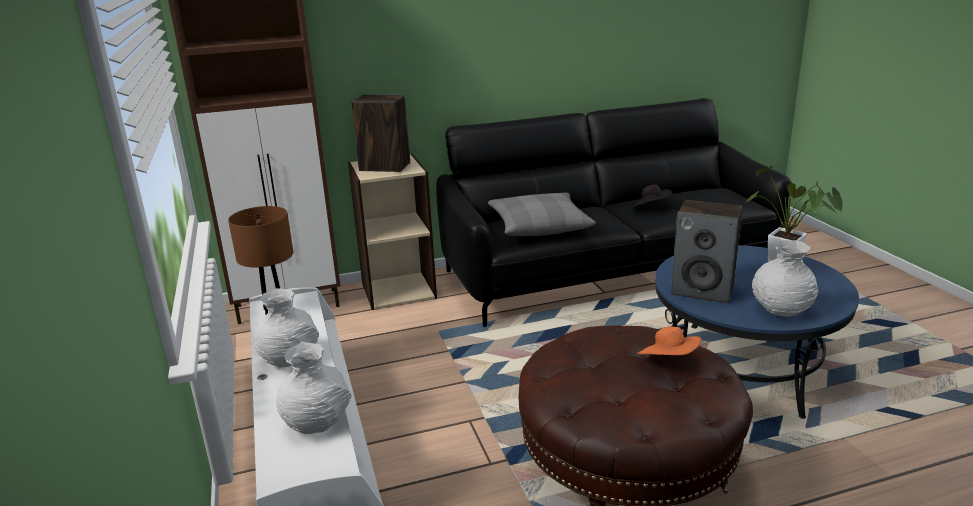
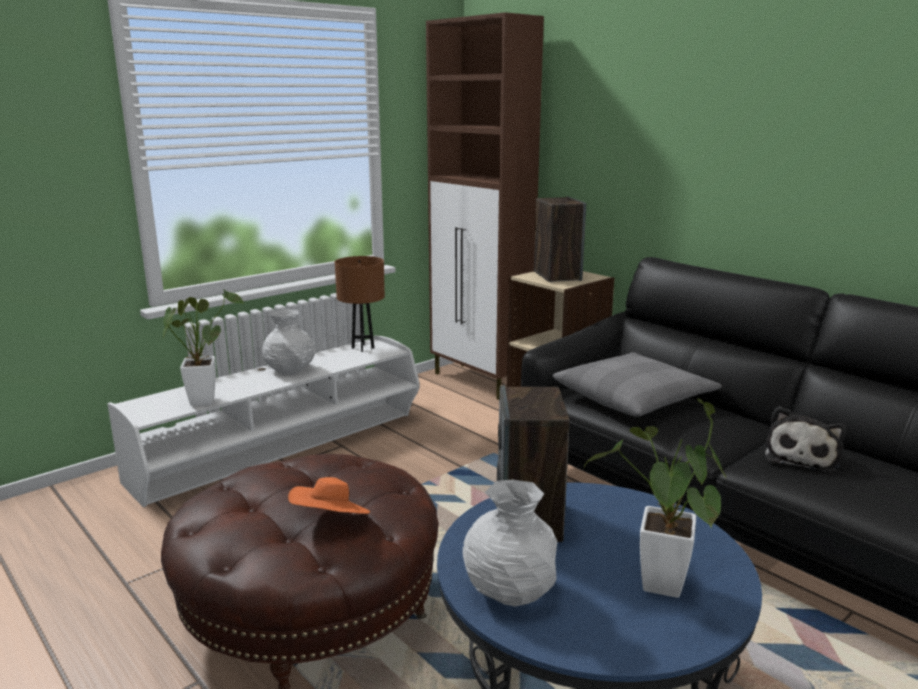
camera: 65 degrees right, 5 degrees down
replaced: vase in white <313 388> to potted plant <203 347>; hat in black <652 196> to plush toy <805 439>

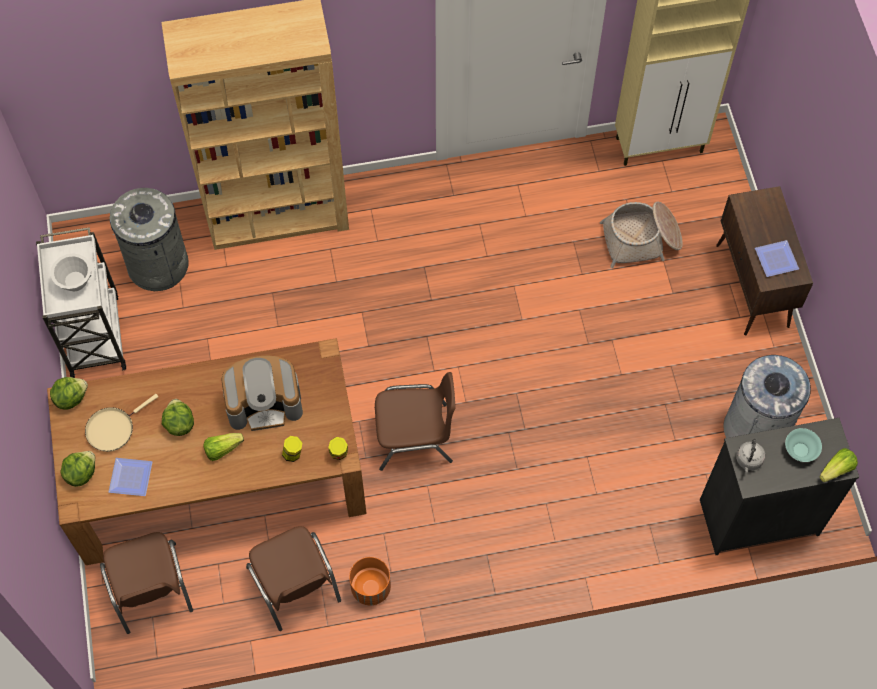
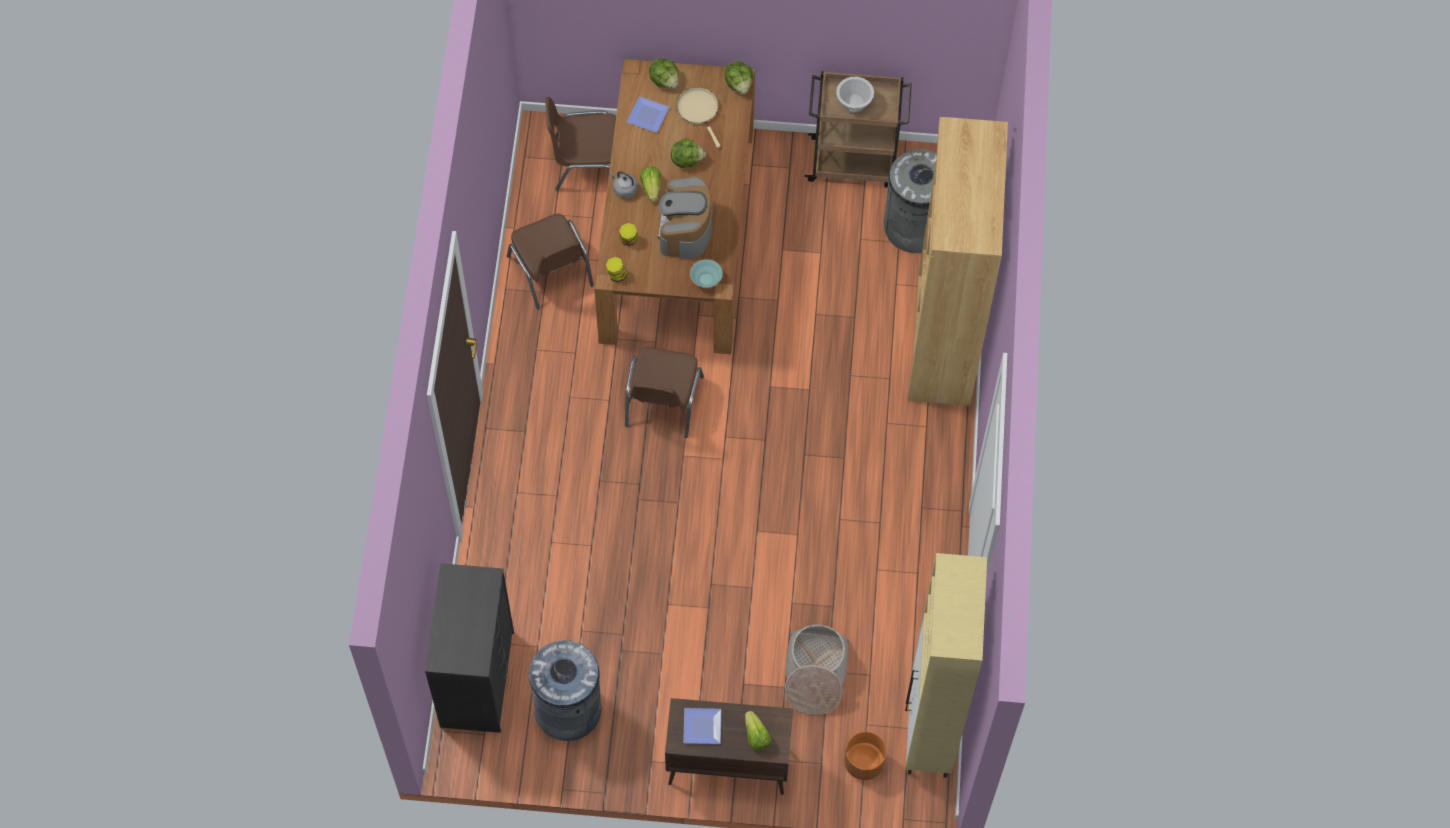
camera: 105 degrees right, 0 degrees up
moved: planter in orange <370 581> to <865 756>; kettle in grey <750 456> to <624 185>; bowl in turquoise <803 445> to <706 273>; lettuce <838 465> to <758 731>
recoloured: cart in white <81 302> to cart in brown <858 129>
turned: chair in brown <293 578> = <550 261> 105 degrees counterclockwise

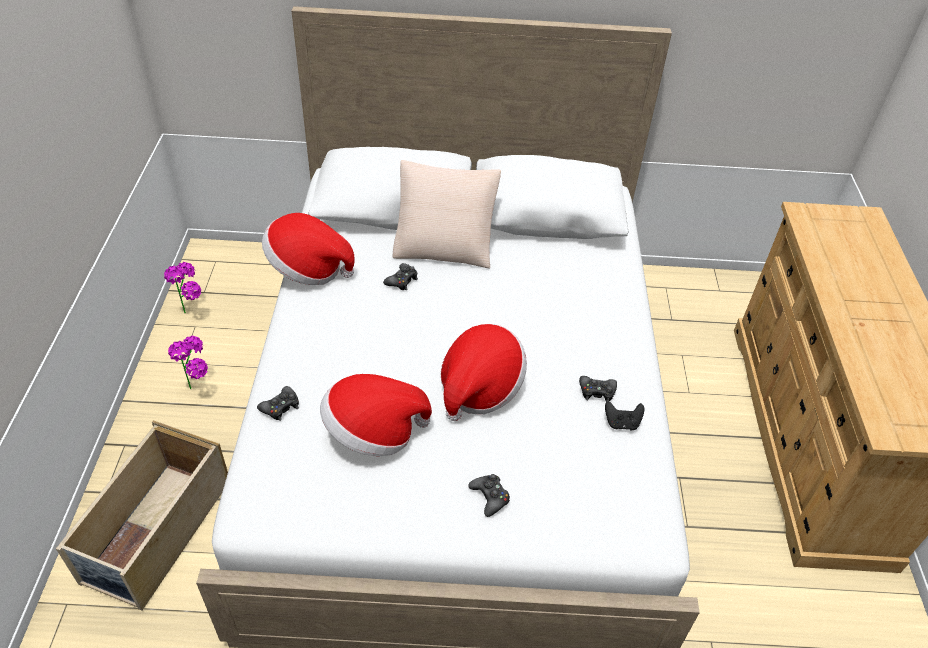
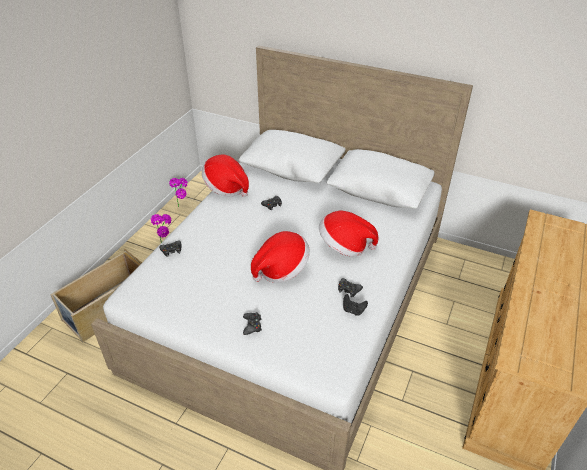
camera: 25 degrees right, 5 degrees down
removed: pillow in beige <447 214>
moved: hat <376 415> to <348 233>

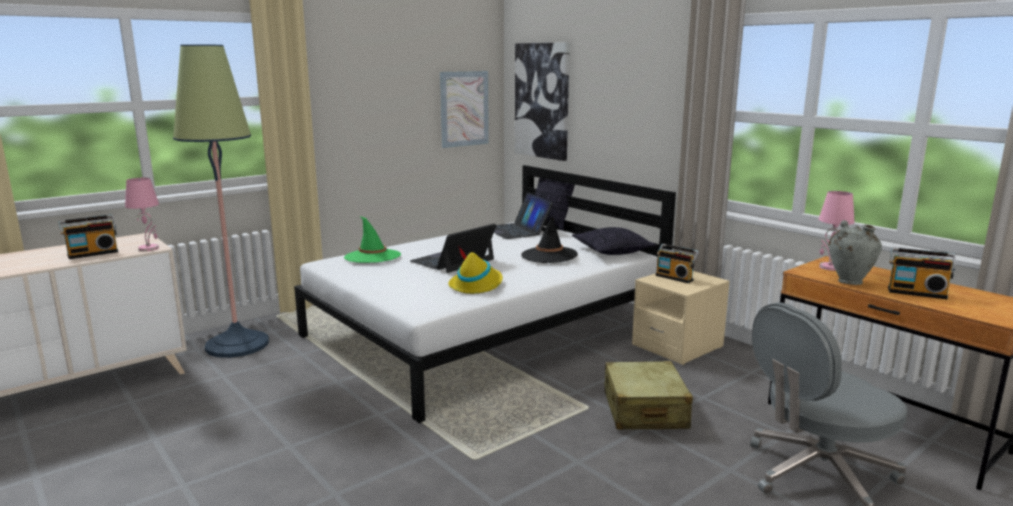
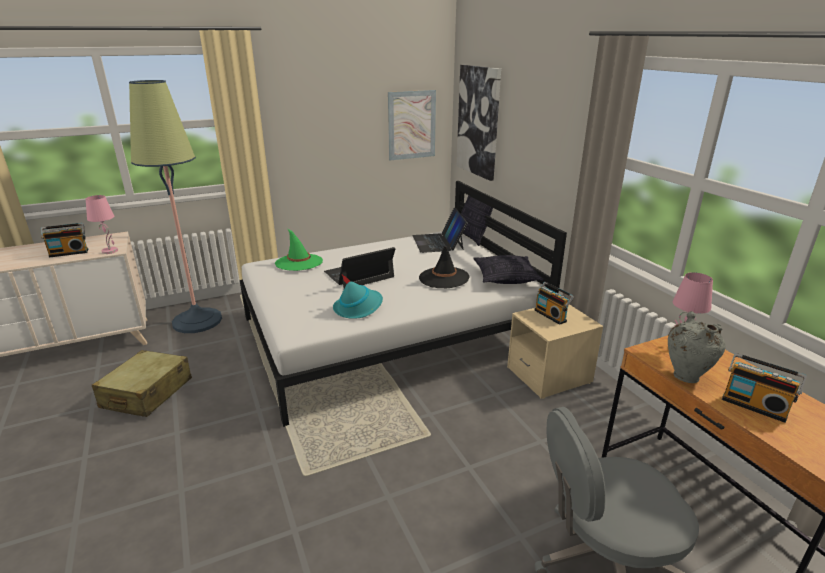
camera: 15 degrees right, 10 degrees up
moved: suitcase in beige <648 395> to <142 383>
recoloured: hat in yellow <475 270> to hat in turquoise <358 296>

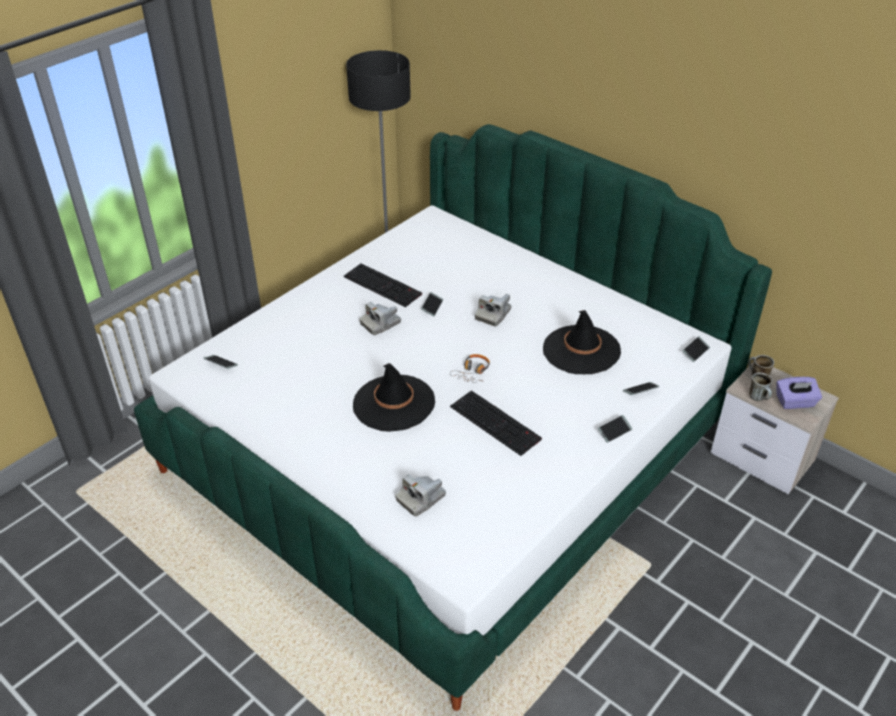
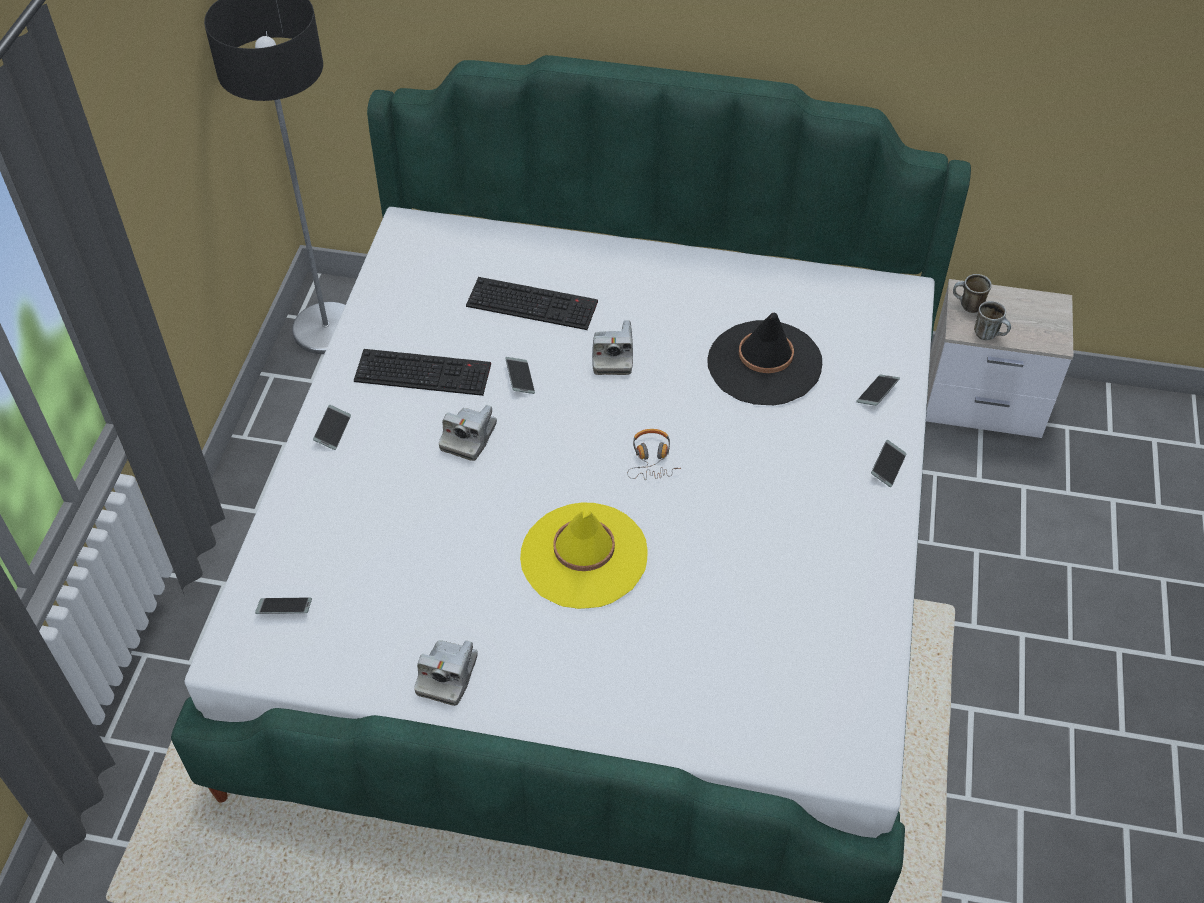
camera: 30 degrees left, 10 degrees up
removed: tissue box in purple <799 393>
moved: photo camera <420 495> to <446 673>; keyboard <496 423> to <532 303>; phone <696 349> to <332 427>
recoloured: hat in black <394 397> to hat in yellow <584 556>

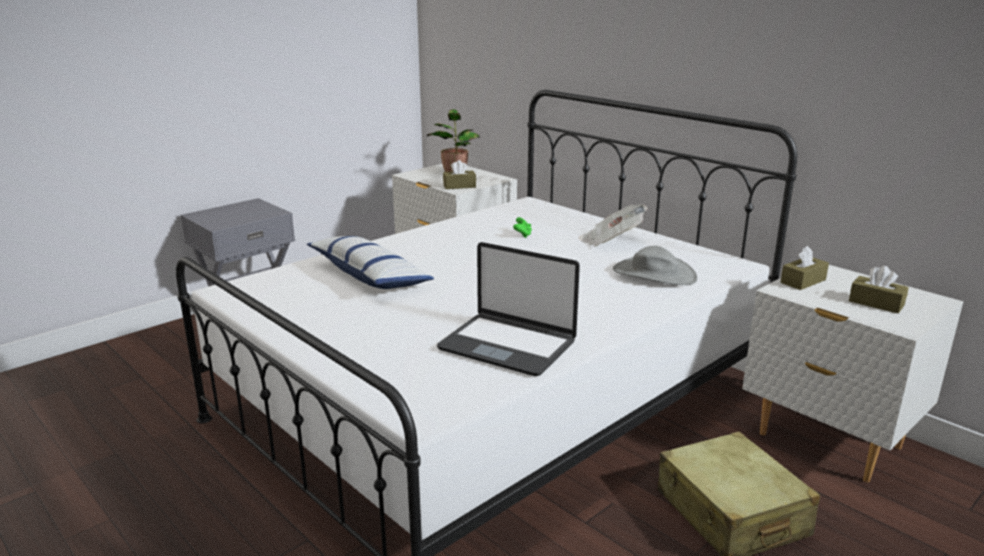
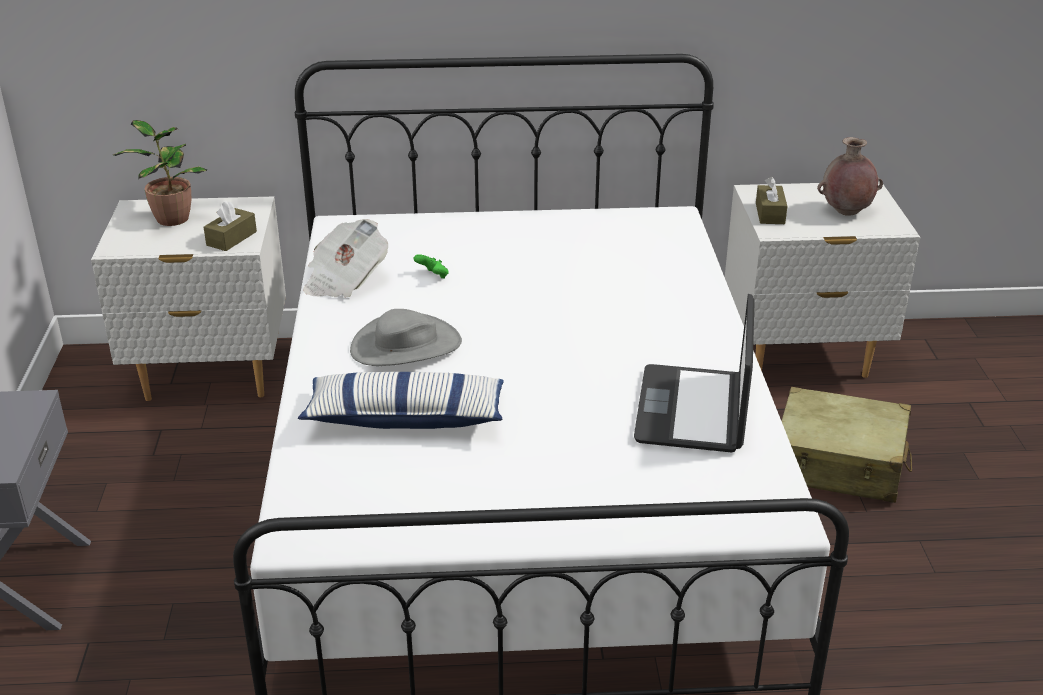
camera: 50 degrees left, 10 degrees up
moved: newspaper <613 226> to <345 258>; hat in grey <655 265> to <406 337>
replaced: tissue box in brown <879 289> to vase in brown <850 176>
turned: laptop <508 309> = <694 373> 120 degrees clockwise

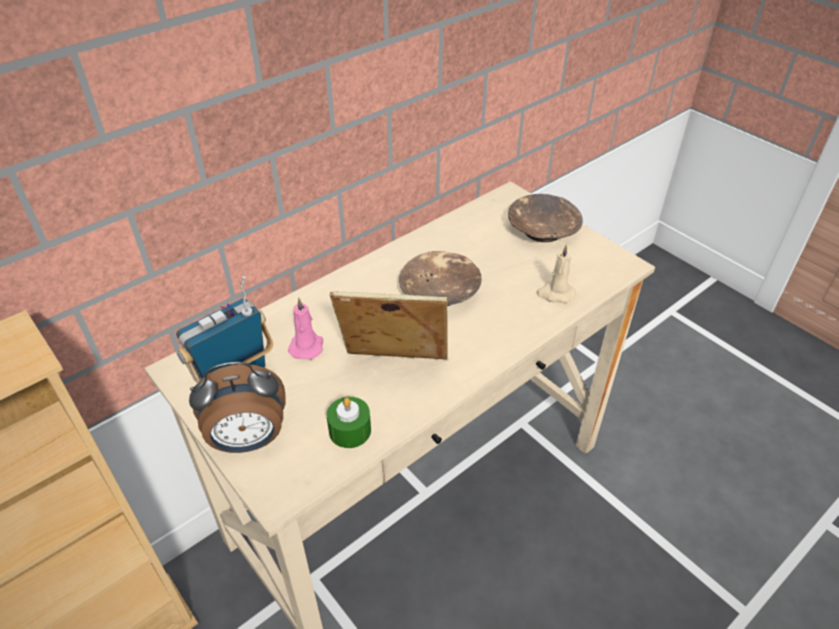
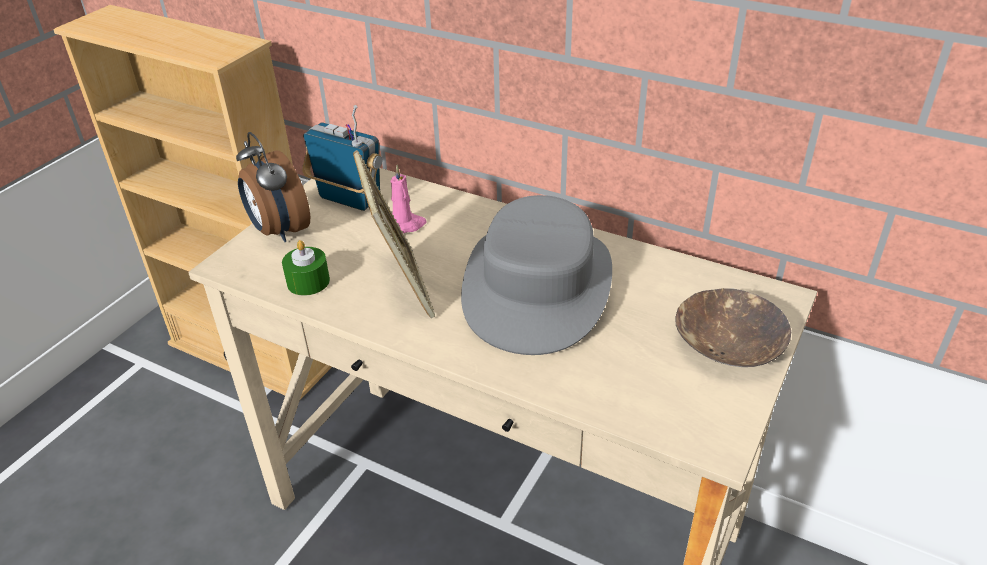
camera: 70 degrees right, 5 degrees down
removed: candle in beige <556 274>
replaced: bowl in brown <440 278> to hat in grey <536 275>

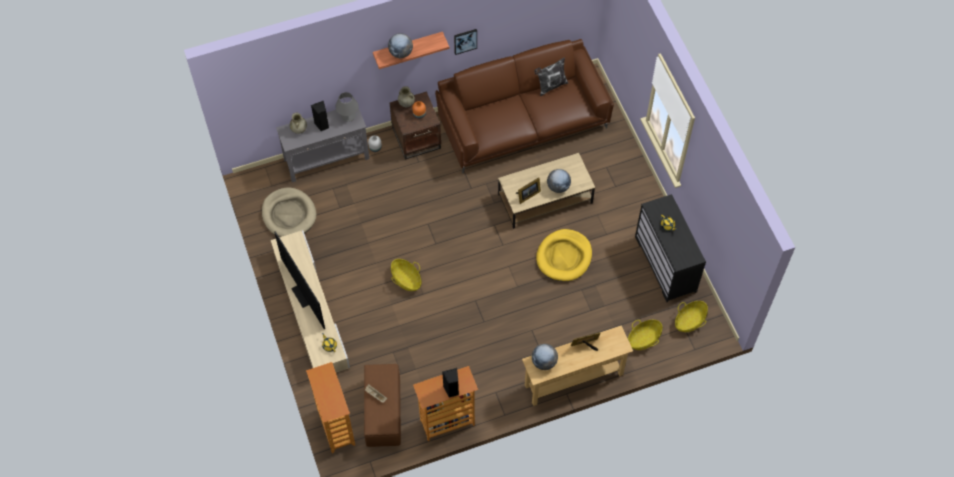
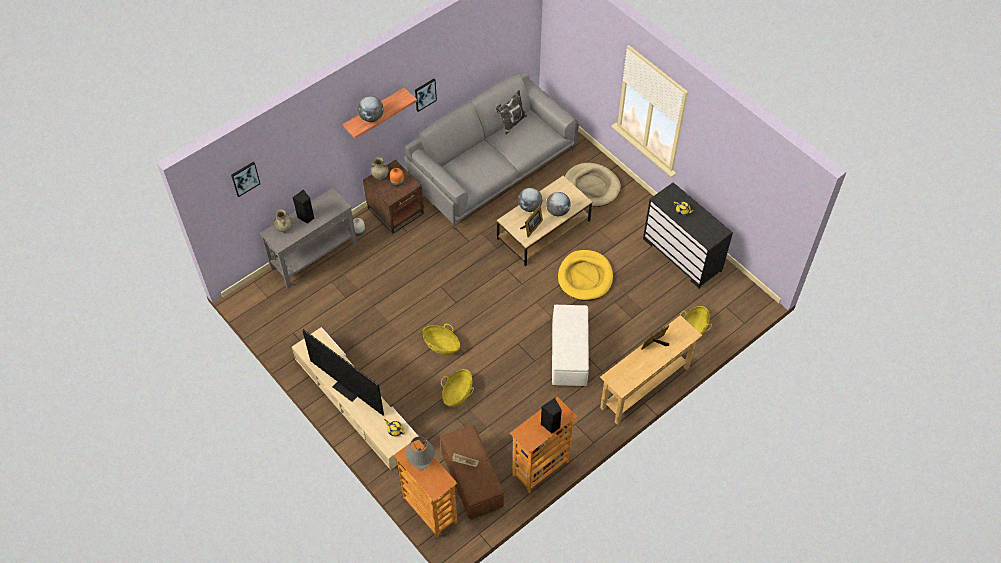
camera: 20 degrees left, 5 degrees down
added: picture <245 179>; ottoman in white <570 346>
moved: dog bed in beige <289 212> to <592 185>; table lamp in grey <346 107> to <420 453>; globe <545 357> to <530 200>; basket <691 316> to <457 388>
recoloured: sofa in brown <524 106> to sofa in grey <491 151>

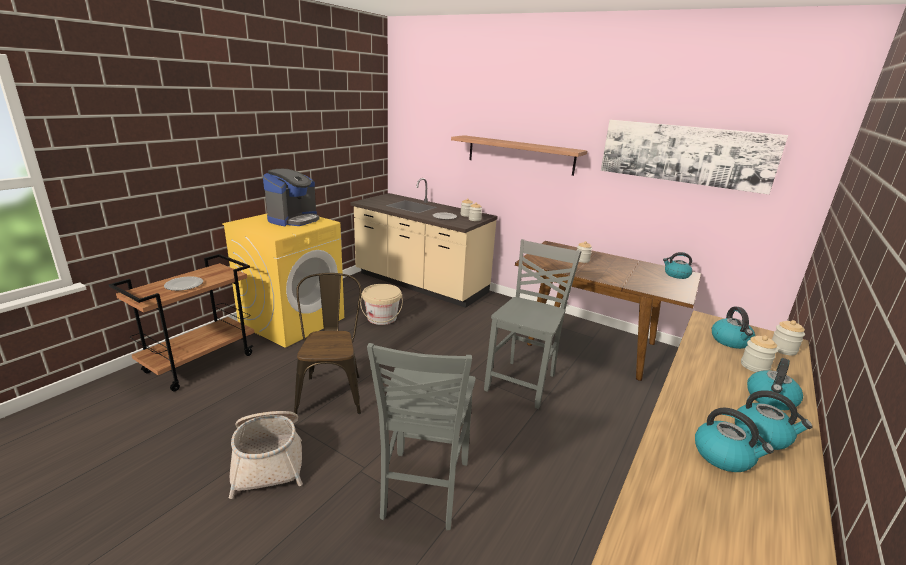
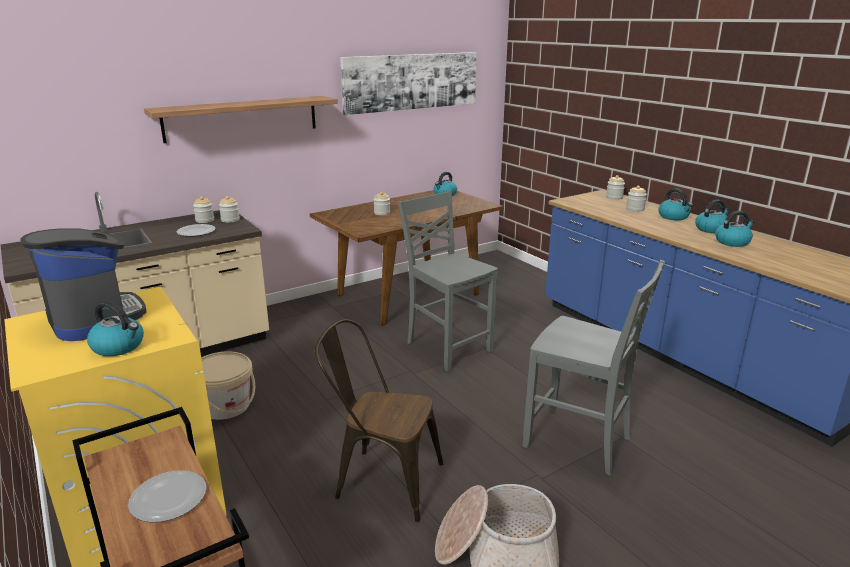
camera: 65 degrees left, 0 degrees up
moved: kettle <733 328> to <115 328>

